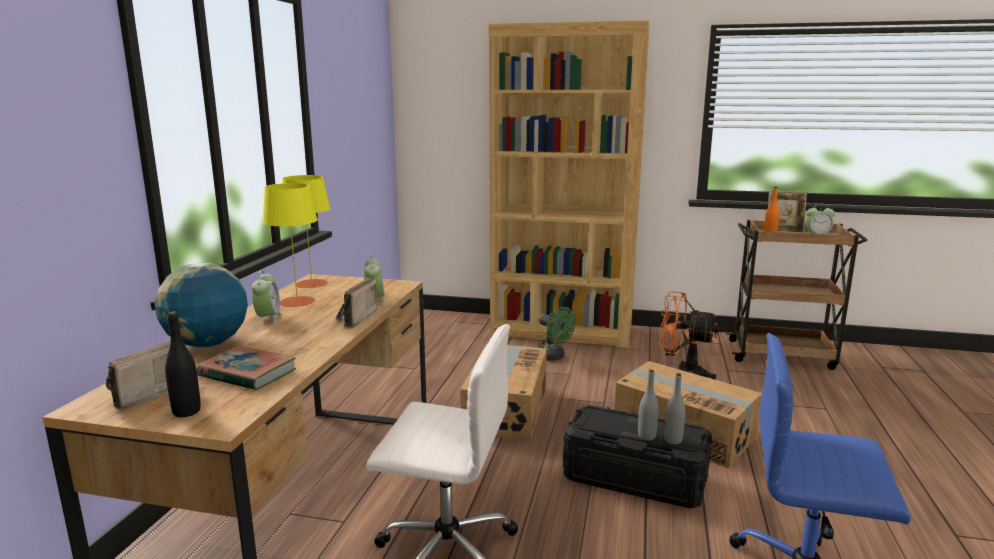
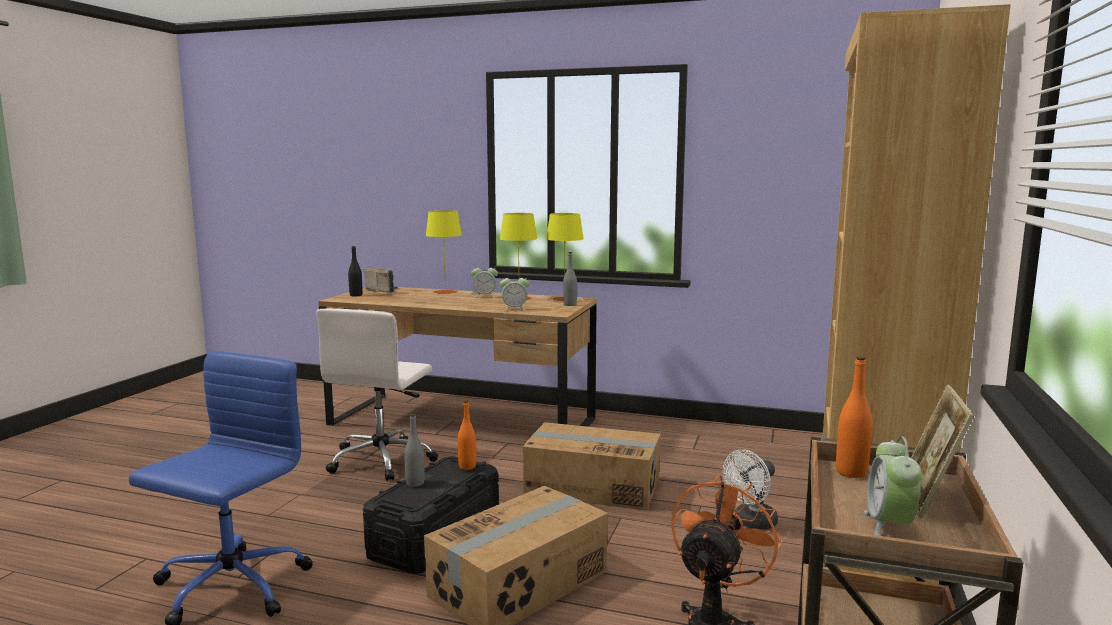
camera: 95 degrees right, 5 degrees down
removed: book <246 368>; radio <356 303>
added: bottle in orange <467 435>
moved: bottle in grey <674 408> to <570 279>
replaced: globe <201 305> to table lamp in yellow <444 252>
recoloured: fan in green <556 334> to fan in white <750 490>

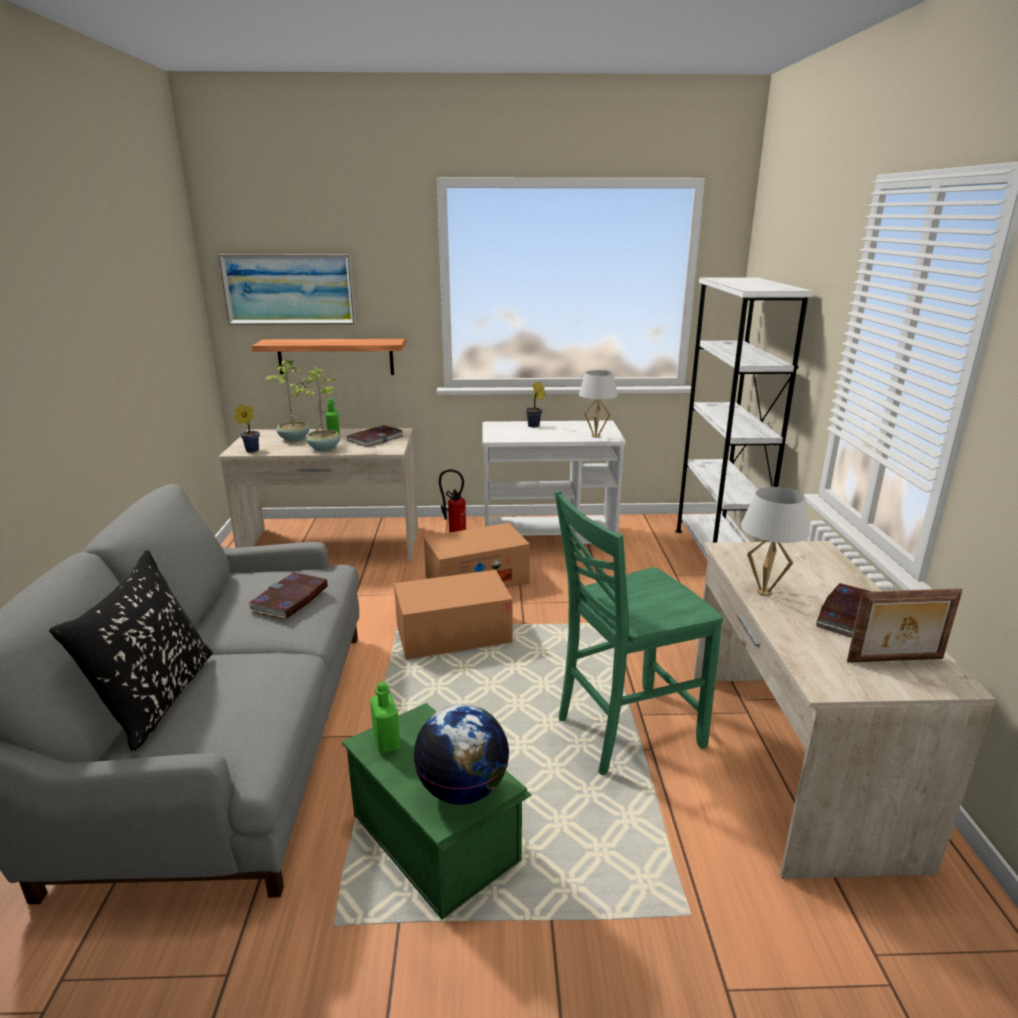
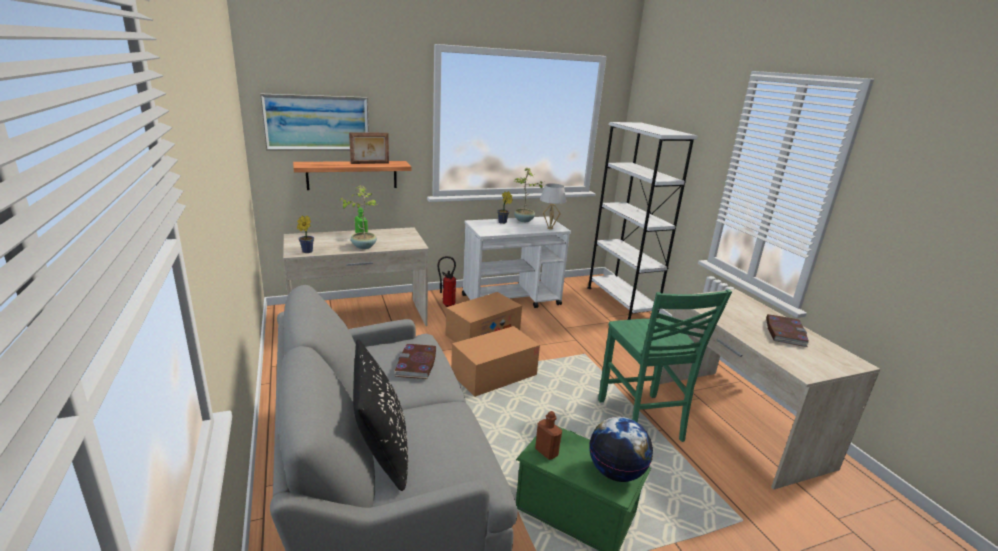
camera: 20 degrees left, 0 degrees up
removed: book <375 436>; table lamp in white <775 541>
moved: potted plant <288 401> to <528 194>; picture frame <905 625> to <369 148>
recoloured: bottle in green <385 717> to bottle in brown <548 435>
turned: chair in green <638 633> = <665 365> 60 degrees counterclockwise

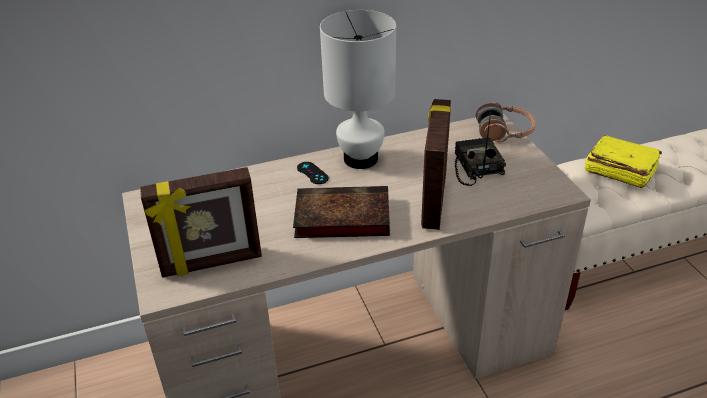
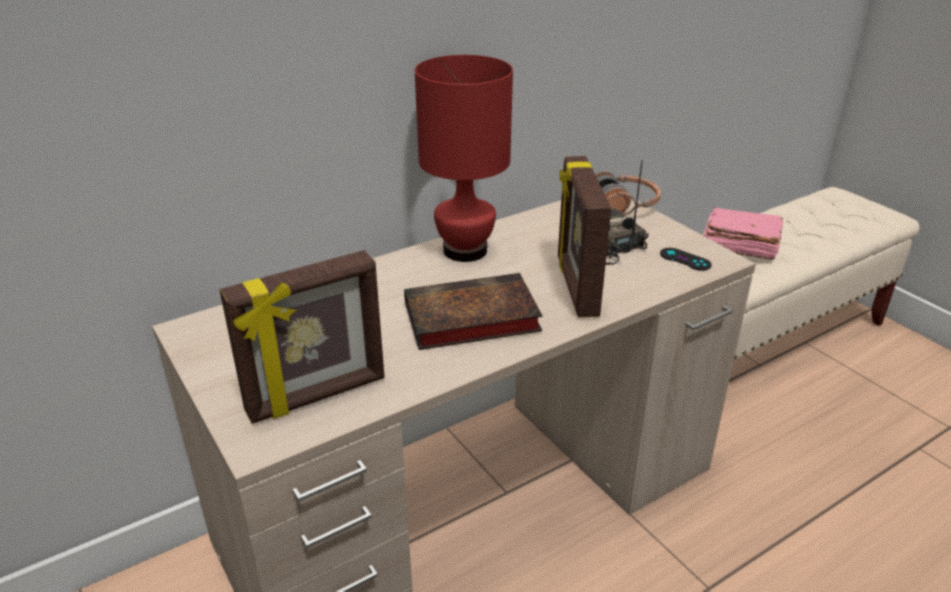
camera: 15 degrees left, 5 degrees down
moved: game controller in black <313 173> to <686 259>
recoloured: table lamp in white <358 89> to table lamp in red <464 158>; book in yellow <623 161> to book in pink <743 233>

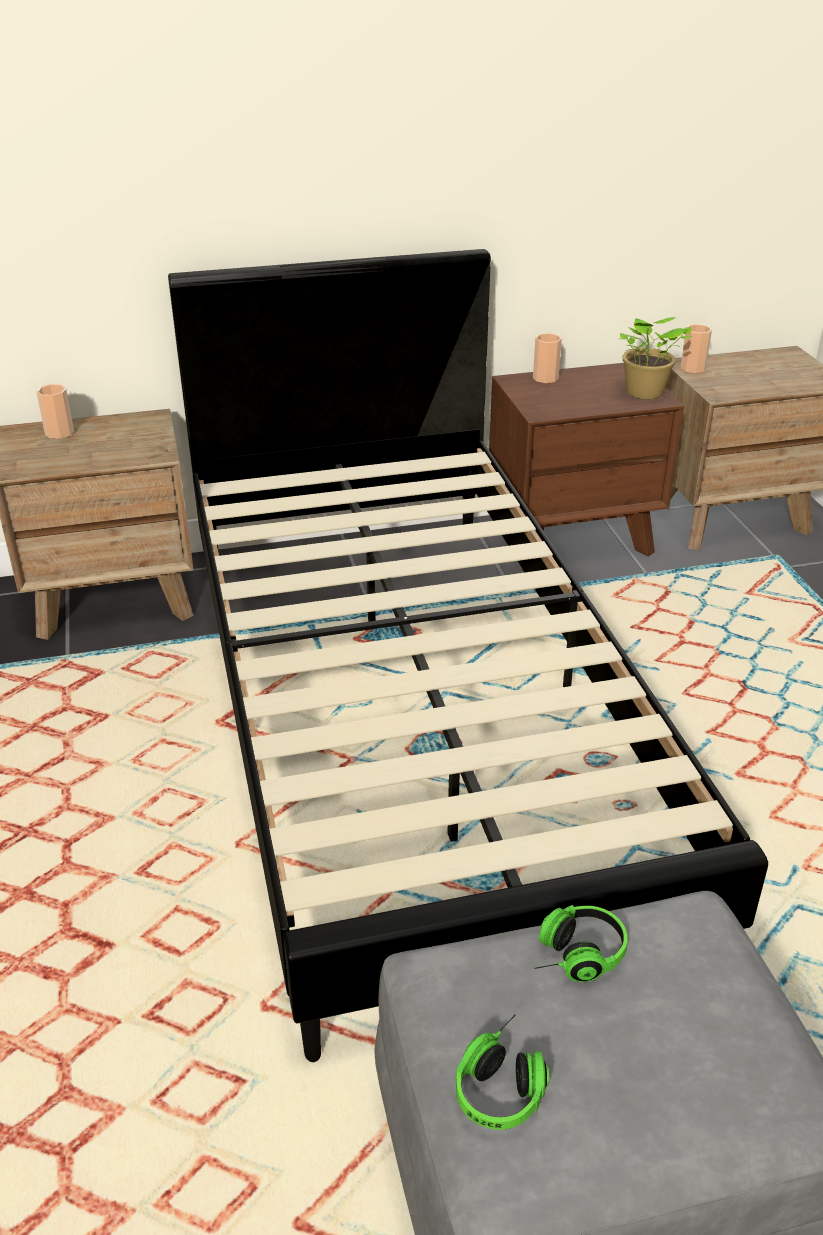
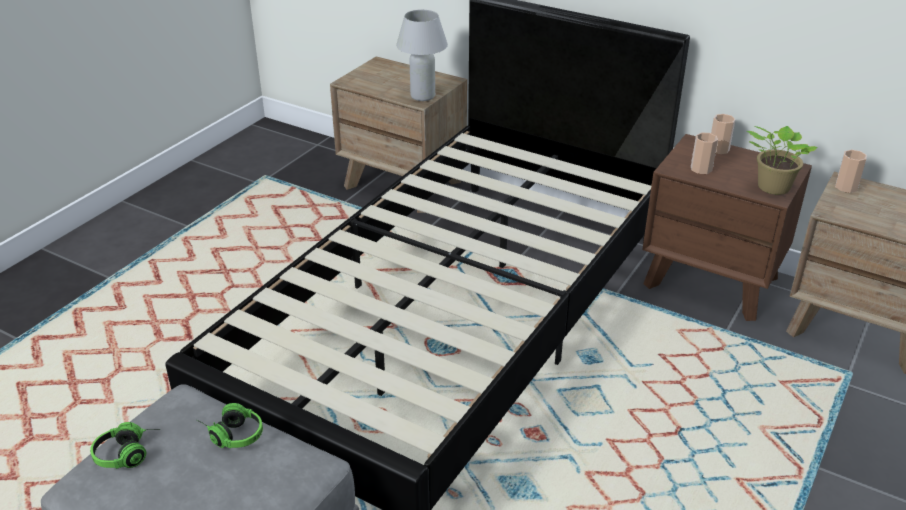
camera: 45 degrees right, 0 degrees up
added: table lamp in white <422 55>
moved: cup <55 411> to <704 153>

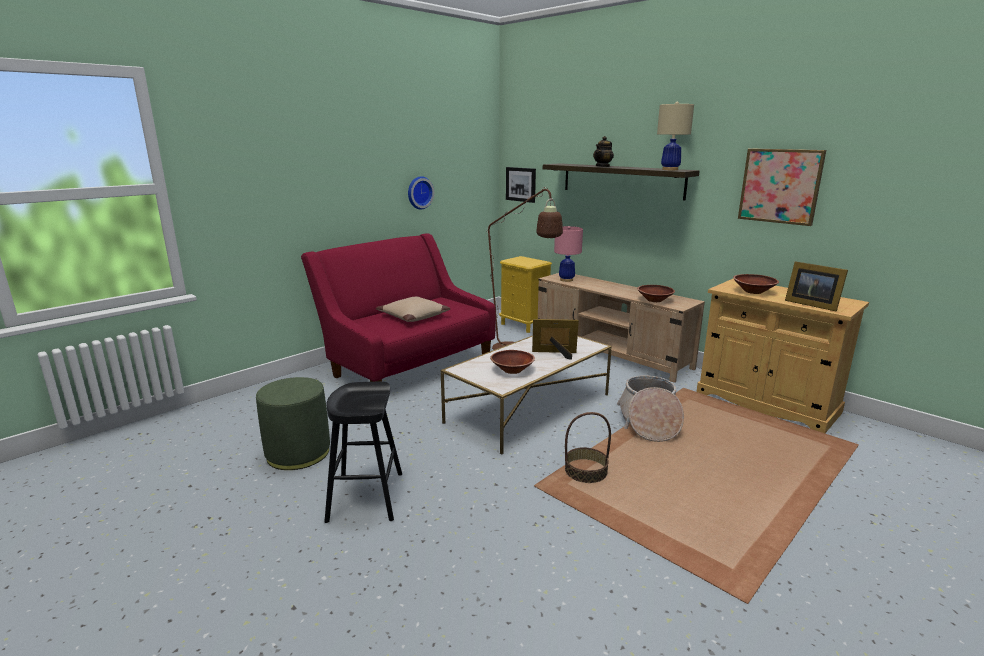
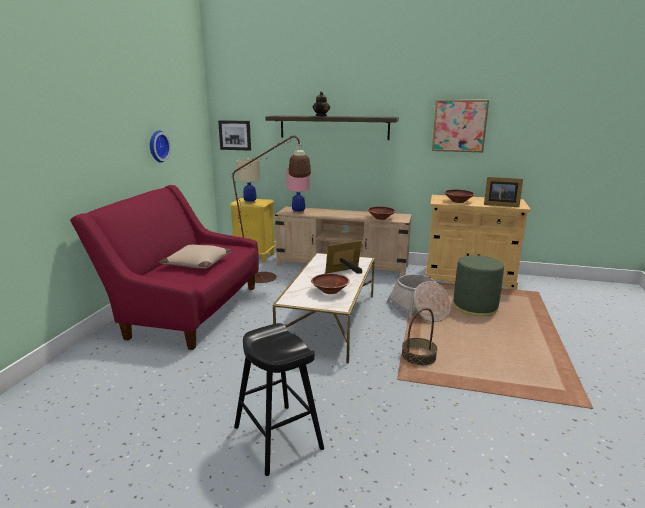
camera: 30 degrees left, 0 degrees up
moved: ottoman in green <293 423> to <479 285>; table lamp in beige <675 136> to <248 181>

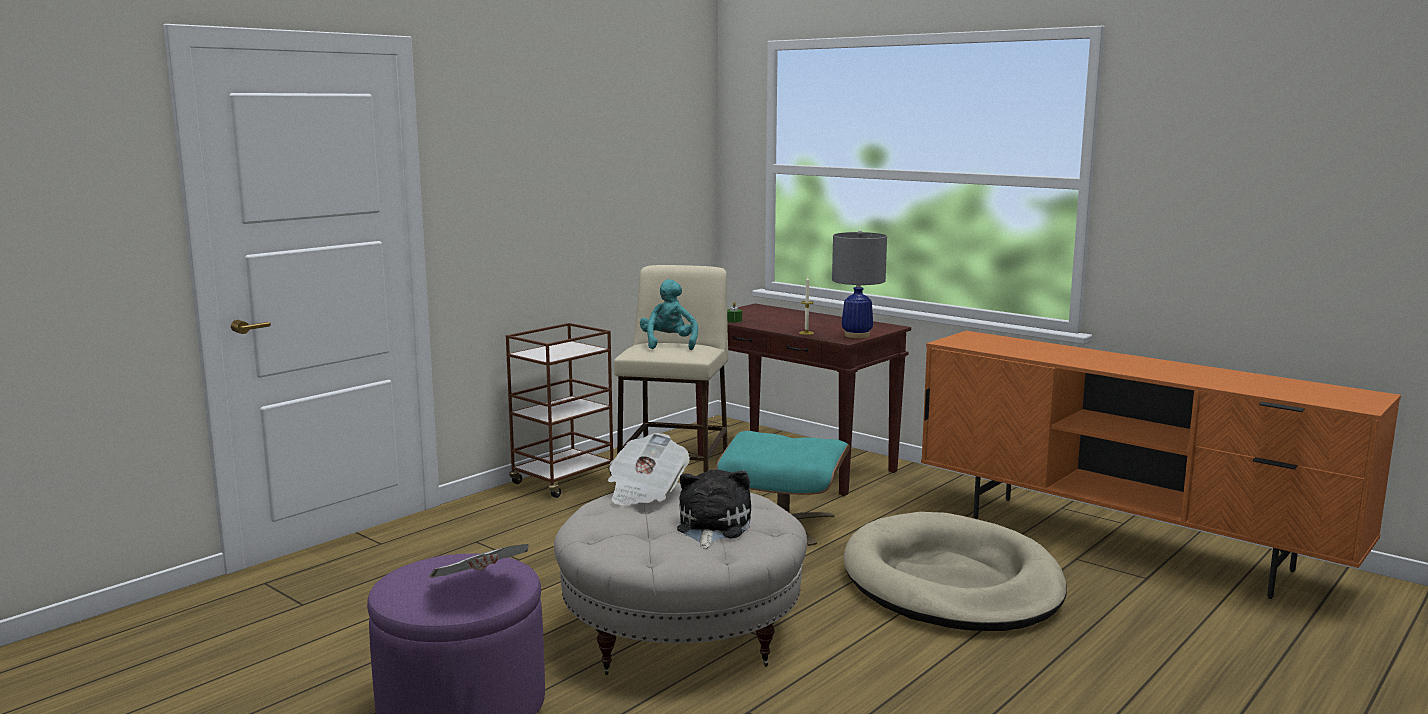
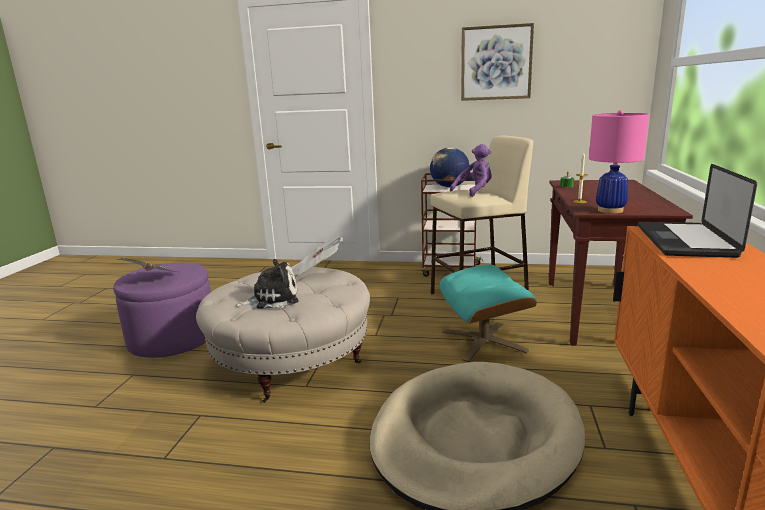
camera: 60 degrees right, 5 degrees up
added: globe <449 167>; picture <497 62>; laptop <697 211>
recoloured: plush toy in turquoise <669 314> to plush toy in purple <470 170>; table lamp in grey <859 284> to table lamp in pink <619 162>

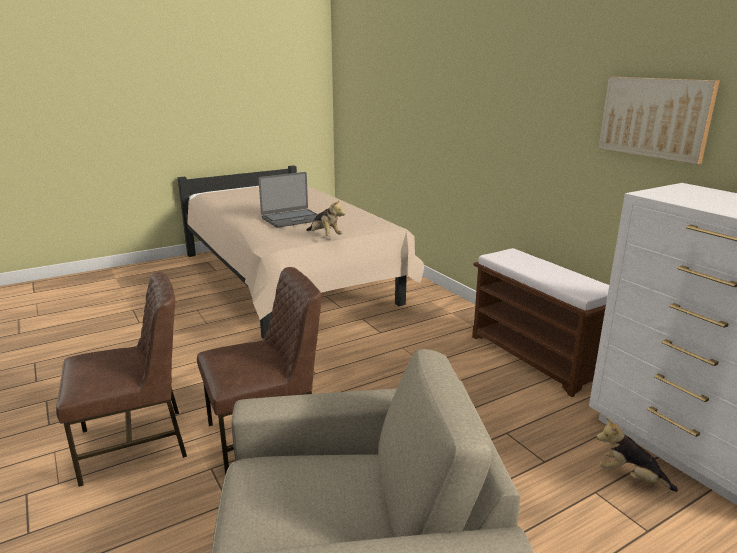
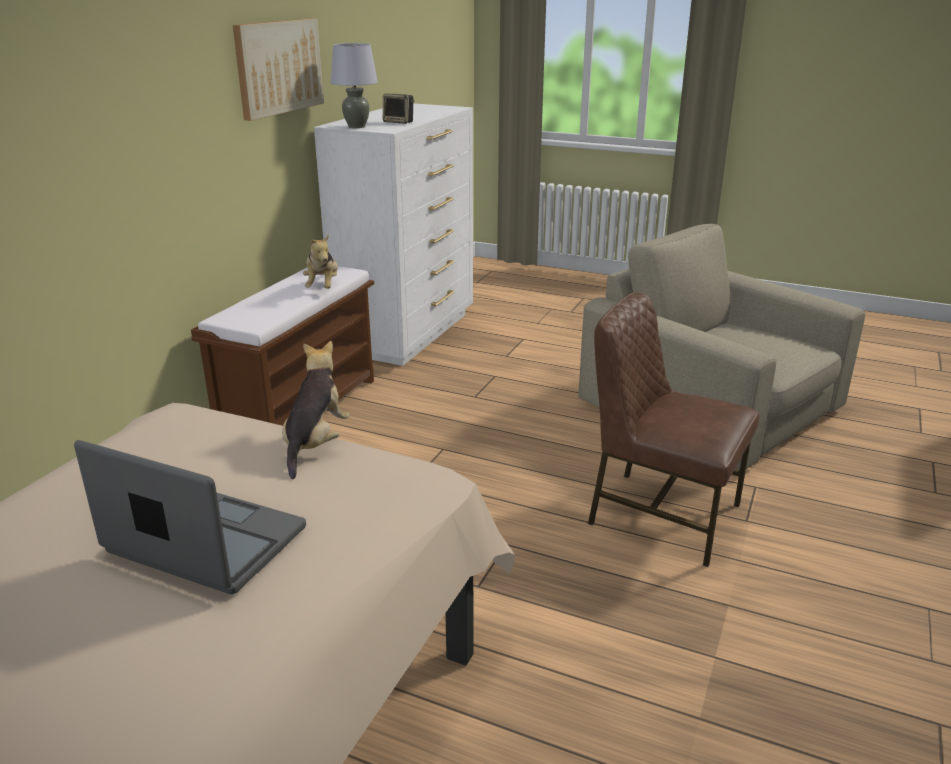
camera: 125 degrees left, 5 degrees up
removed: chair in brown <121 379>
added: table lamp in grey <354 85>; speaker <398 108>
moved: plush toy <637 455> to <320 261>

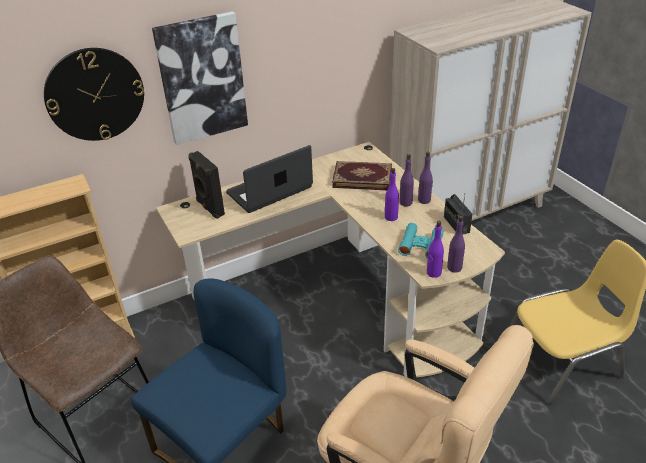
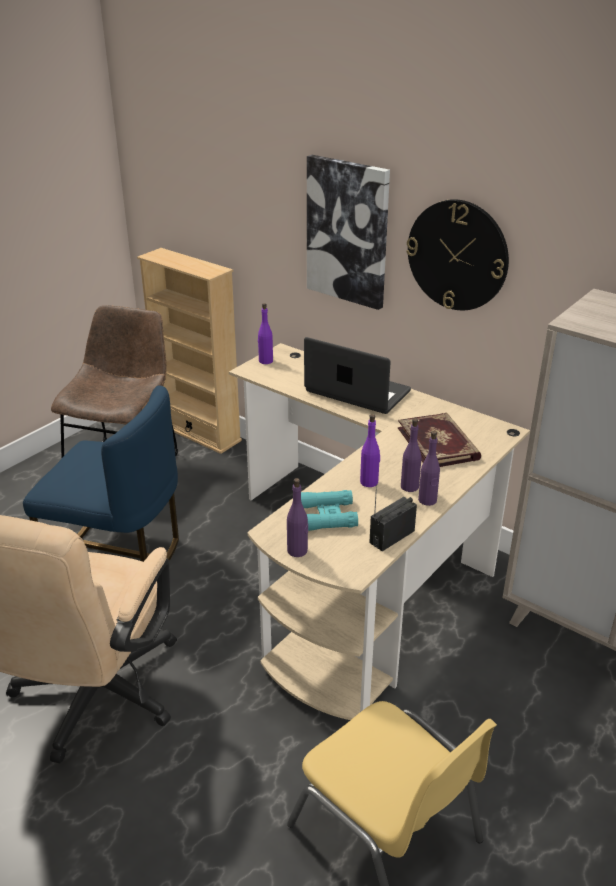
camera: 65 degrees right, 5 degrees down
removed: speaker in black <206 185>
moved: wall clock <94 94> to <457 254>; bottle in purple <435 249> to <265 333>

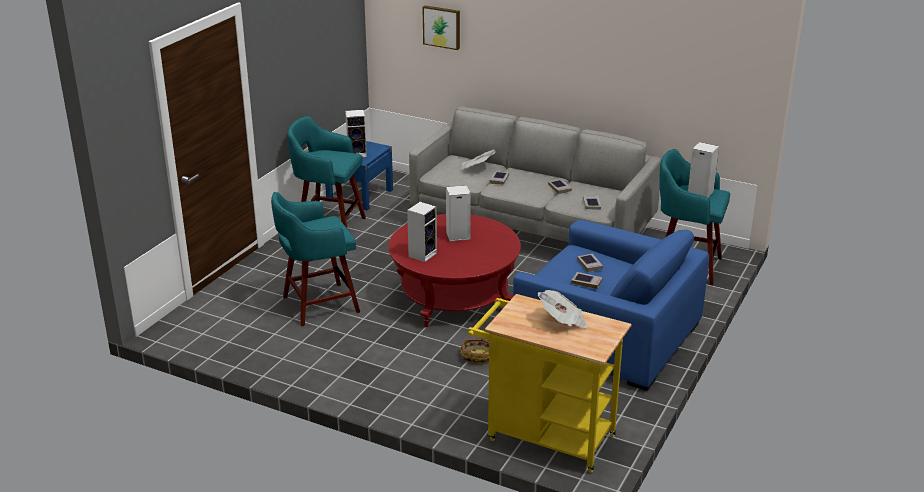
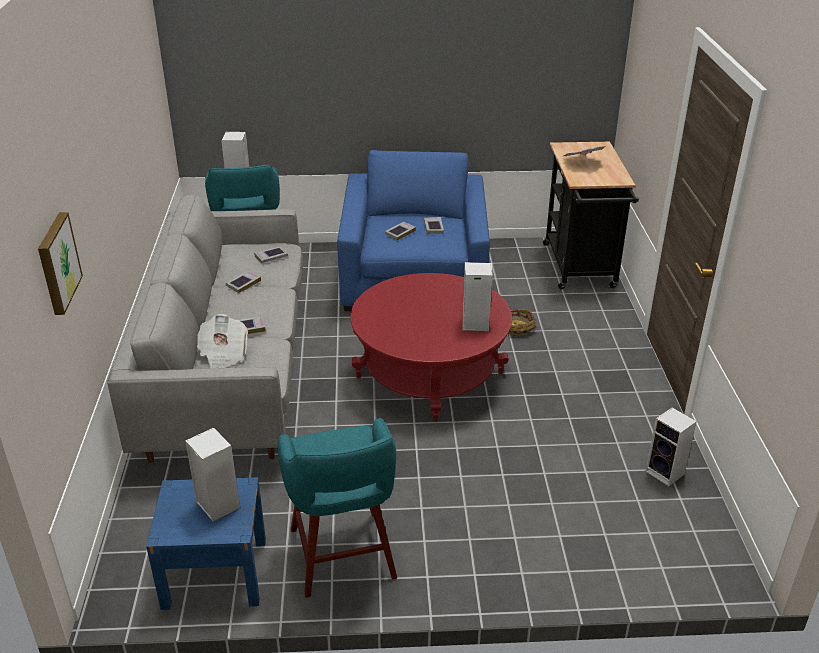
camera: 120 degrees left, 5 degrees up
removed: stool in turquoise <315 259>
moved: speaker <458 213> to <671 446>
recoloured: cart in yellow <549 383> to cart in black <591 215>

